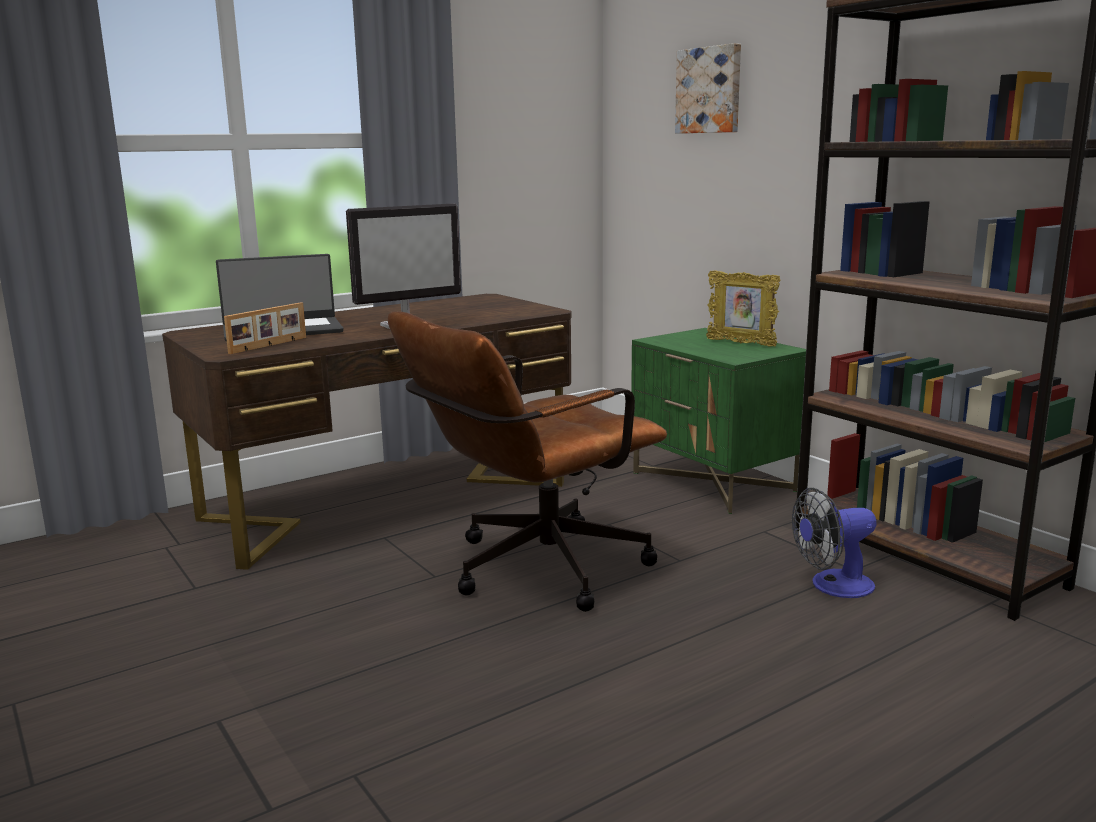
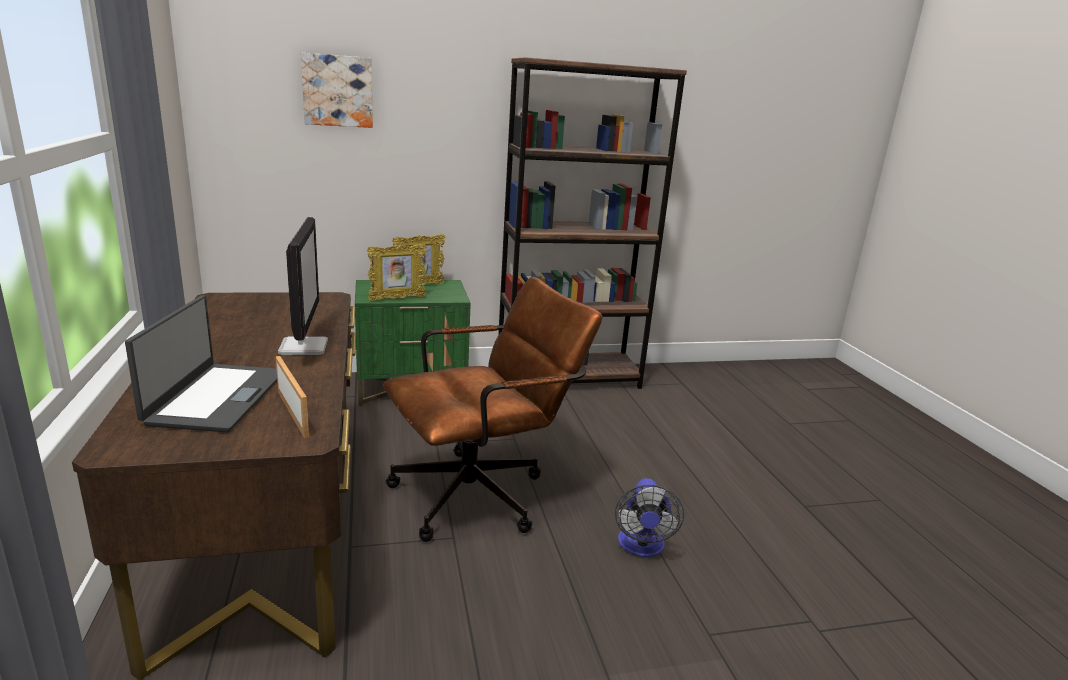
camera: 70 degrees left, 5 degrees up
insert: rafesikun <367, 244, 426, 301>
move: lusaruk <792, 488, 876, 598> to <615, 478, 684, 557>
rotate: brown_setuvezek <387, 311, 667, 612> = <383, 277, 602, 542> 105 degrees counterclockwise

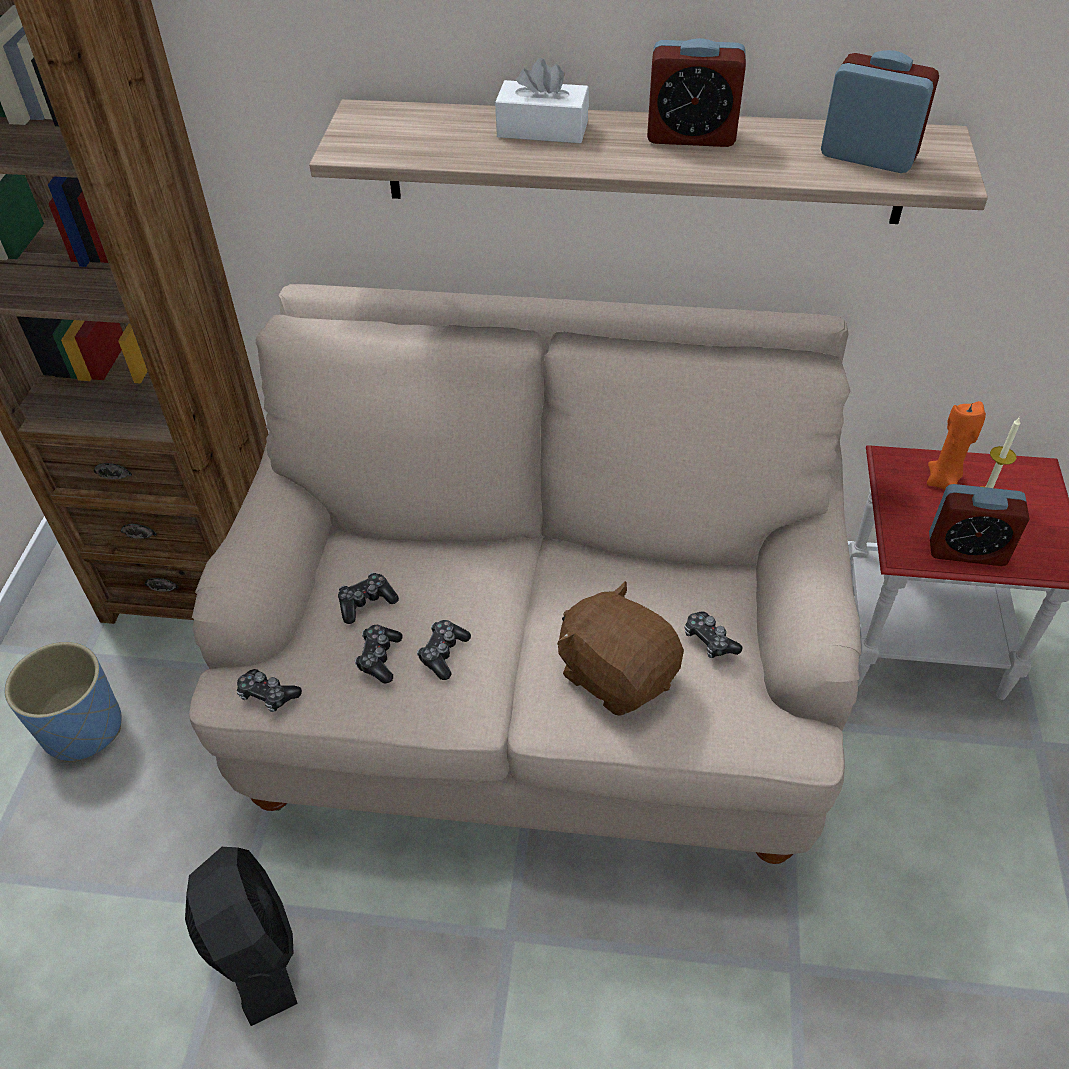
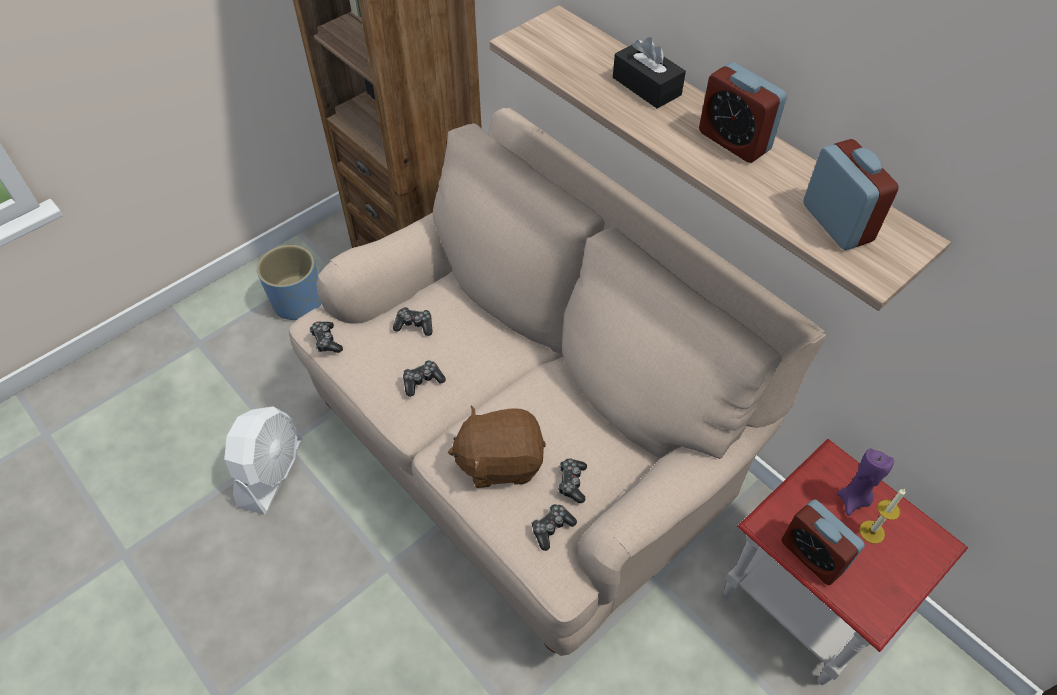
camera: 40 degrees right, 5 degrees up
move: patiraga <355, 625, 403, 683> to <532, 504, 577, 551>
recolor: black_lusaruk <185, 847, 298, 1026> to white_lusaruk <224, 406, 303, 515>; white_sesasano <495, 58, 589, 143> to black_sesasano <613, 37, 686, 108>; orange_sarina <927, 401, 986, 490> to purple_sarina <837, 448, 894, 516>
rotate: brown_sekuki <557, 581, 684, 716> = <448, 406, 546, 488> 90 degrees counterclockwise

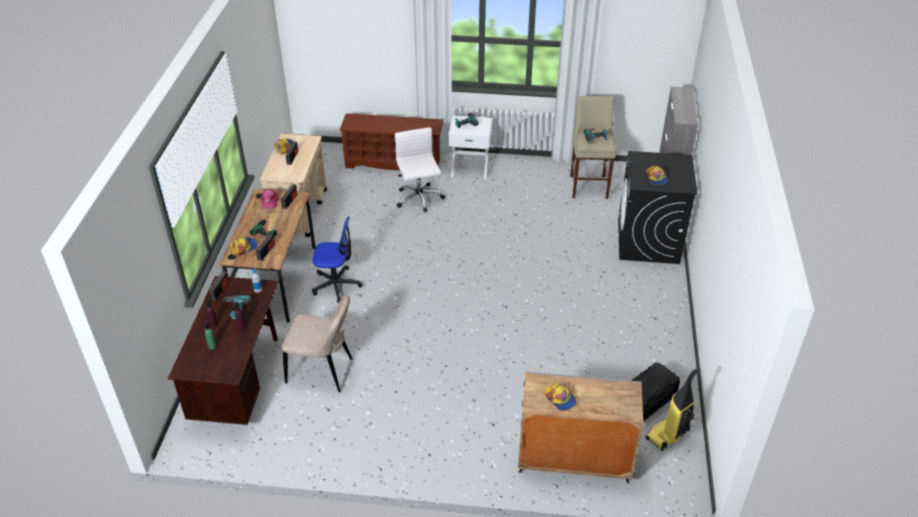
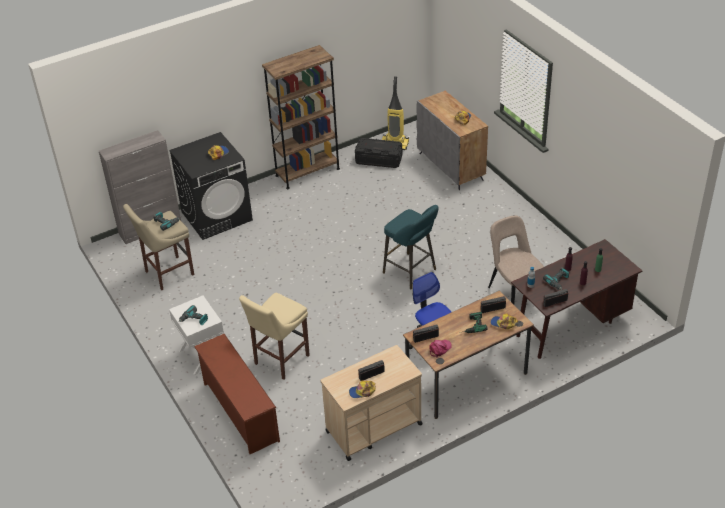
camera: 125 degrees left, 0 degrees up
insert: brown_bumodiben <262, 45, 340, 189>; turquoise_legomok <383, 205, 439, 289>
replace: white_setuvezek <395, 127, 445, 212> to beige_legomok <239, 293, 310, 380>

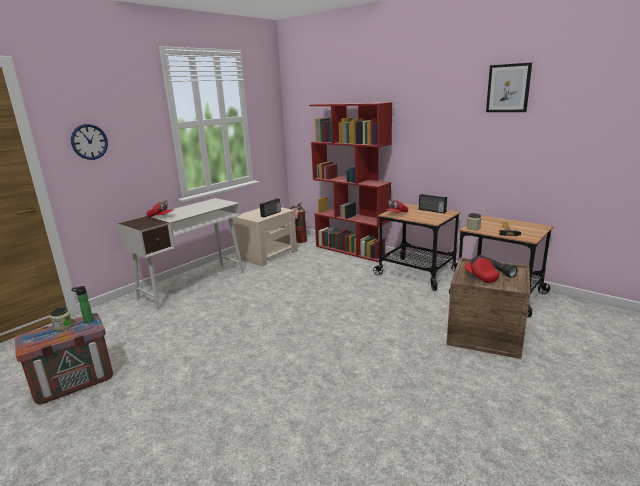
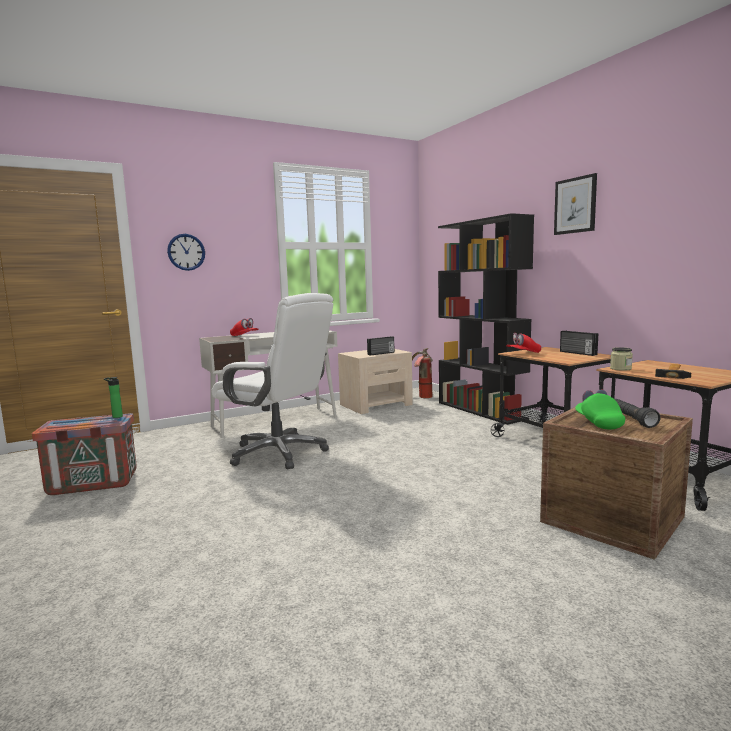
camera: 20 degrees right, 10 degrees down
delete: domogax <50, 307, 73, 331>
insert: white_setuvezek <212, 293, 333, 469>
move: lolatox <486, 63, 532, 112> to <554, 173, 597, 235>
recolor: red_bumodiben <309, 102, 392, 262> to black_bumodiben <438, 213, 534, 425>; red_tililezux <464, 255, 499, 283> to green_tililezux <575, 390, 625, 430>

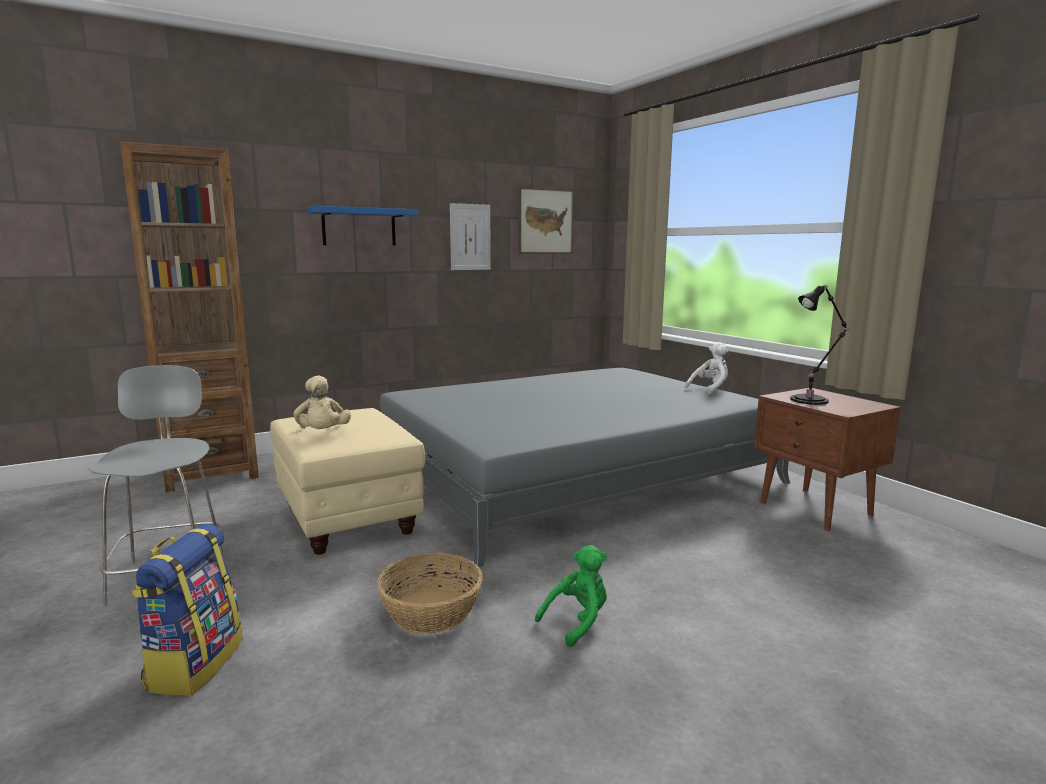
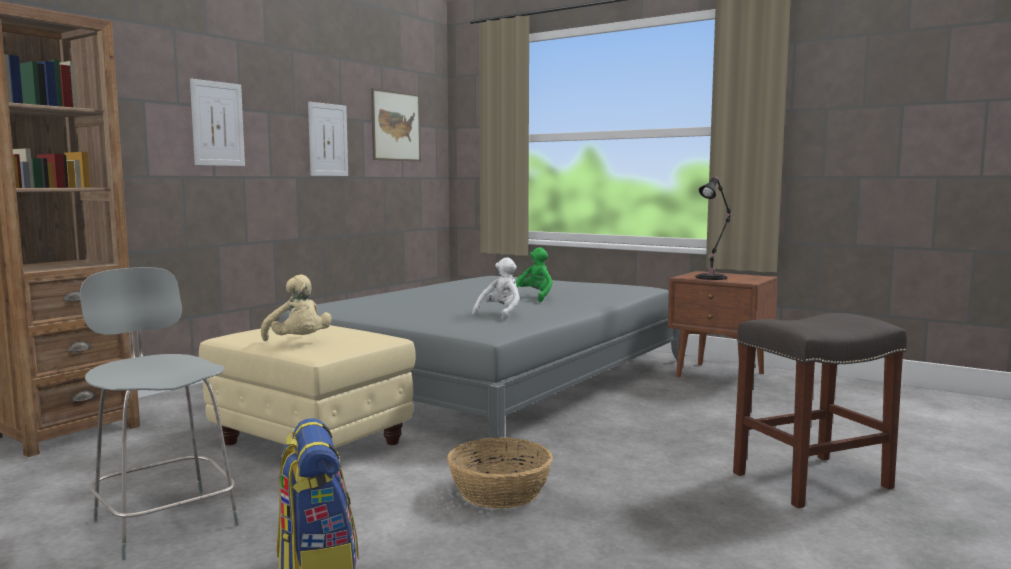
camera: 25 degrees left, 5 degrees down
insert: grey_legomok <733, 313, 907, 508>
move: green_sekuki <535, 545, 607, 647> to <516, 247, 553, 302>; white_sekuki <685, 342, 729, 395> to <472, 257, 520, 321>
replace: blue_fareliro <307, 206, 418, 246> to lolatox <190, 79, 245, 166>

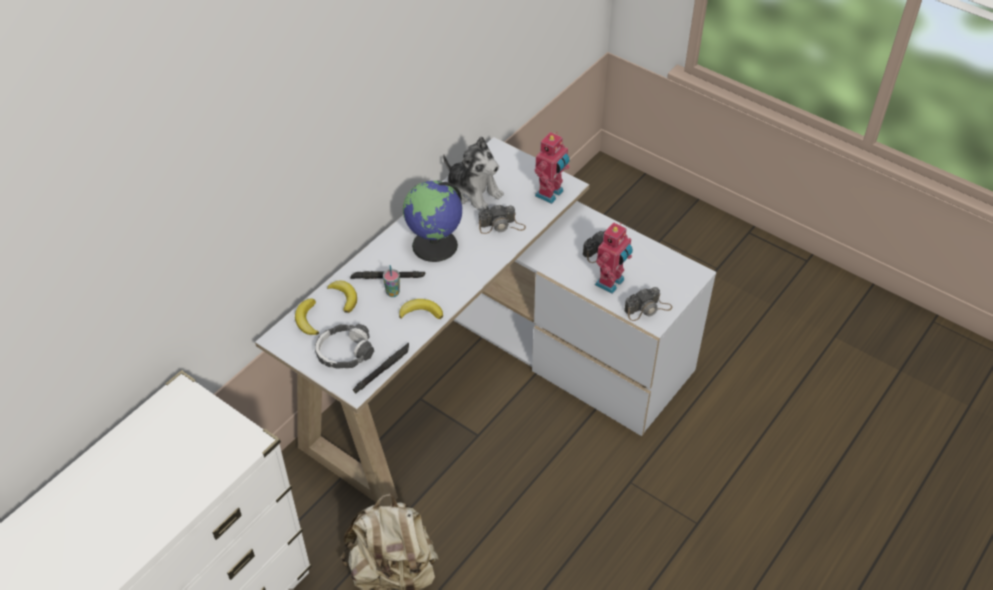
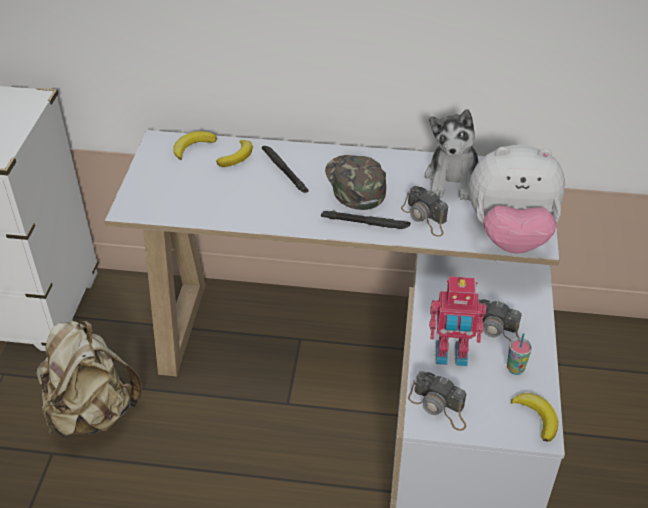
camera: 60 degrees right, 5 degrees down
delete: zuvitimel <315, 324, 374, 369>
move: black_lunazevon <353, 342, 409, 394> to <321, 211, 411, 229>; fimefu <383, 265, 400, 297> to <507, 333, 532, 375>; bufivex <399, 299, 443, 319> to <511, 393, 558, 442>
replace: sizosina <403, 180, 462, 262> to green_tililezux <325, 155, 386, 210>; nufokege <535, 132, 570, 204> to sekuki <469, 145, 565, 253>

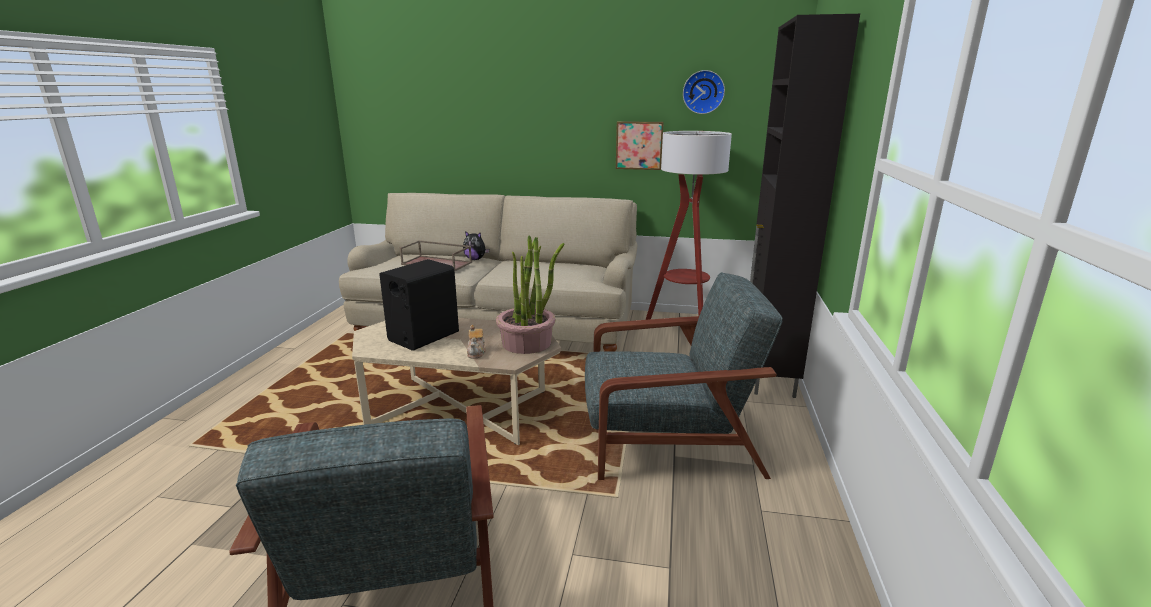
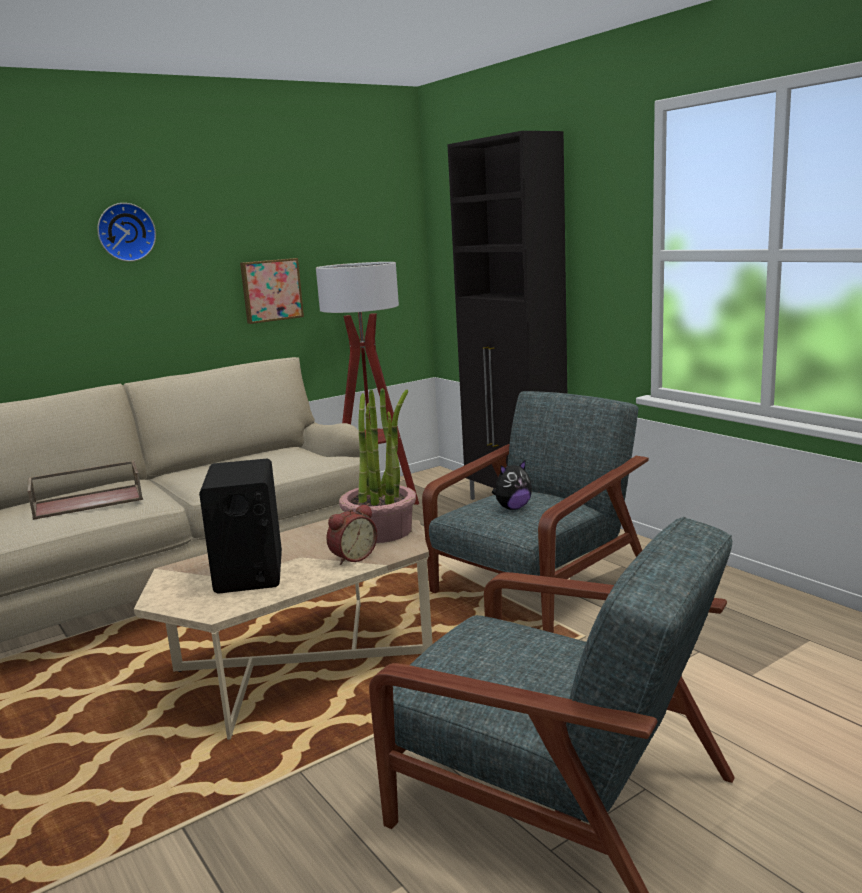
camera: 45 degrees left, 5 degrees down
move: sekuki <463, 231, 489, 260> to <492, 461, 532, 510>; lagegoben <683, 70, 725, 114> to <97, 203, 156, 262>
replace: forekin <467, 325, 486, 359> to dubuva <326, 504, 377, 565>

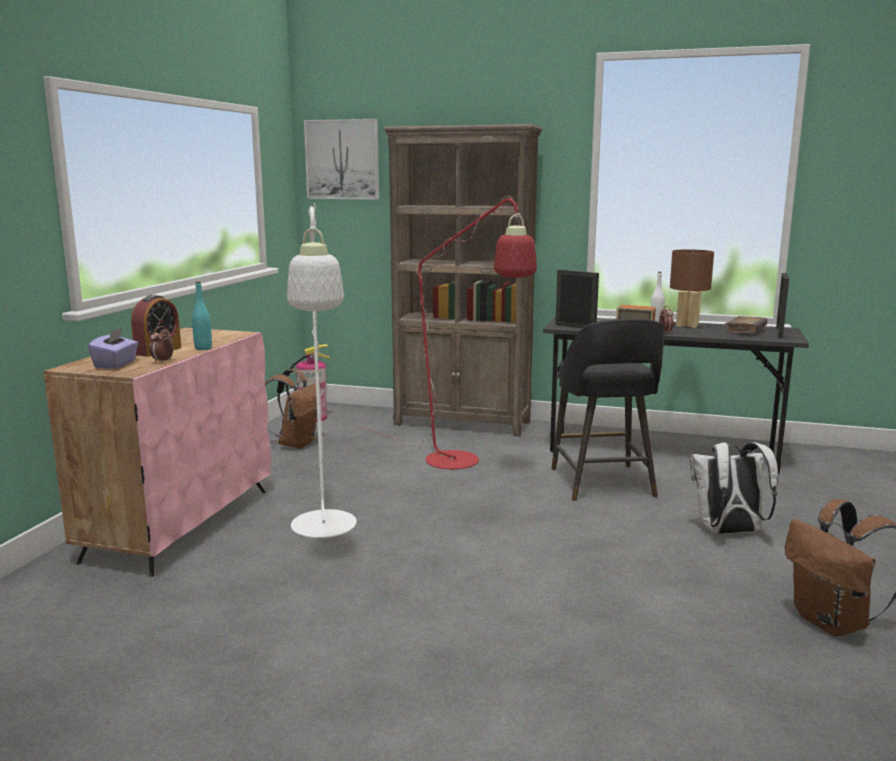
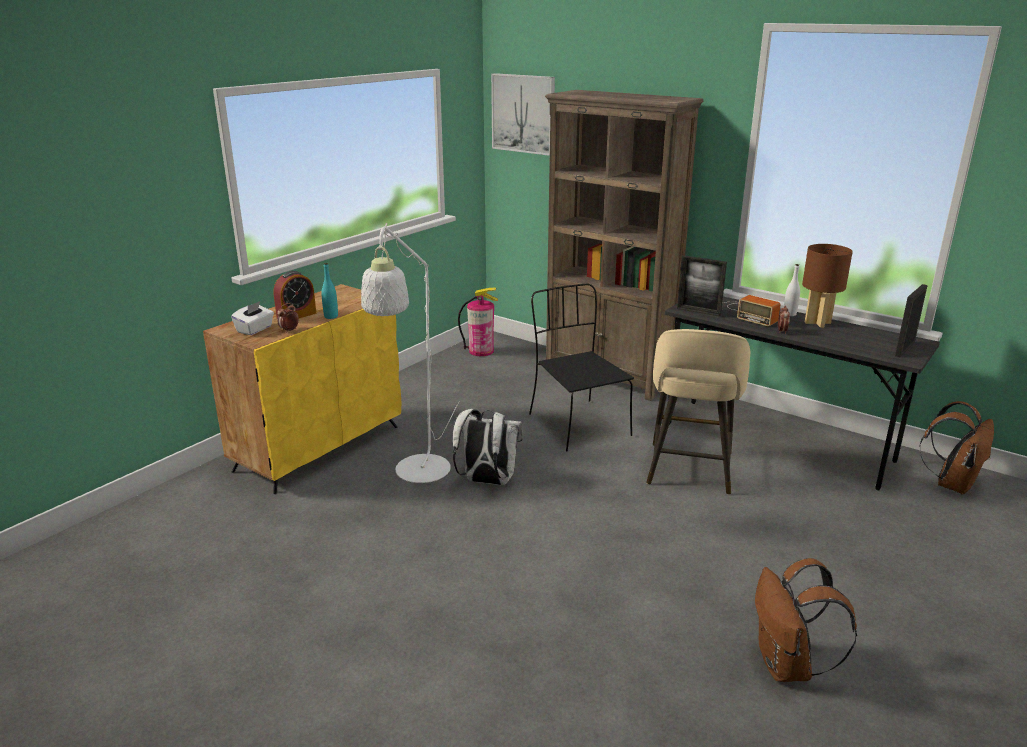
camera: 20 degrees right, 10 degrees up
delete: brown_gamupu <725, 316, 768, 334>
move: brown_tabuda <265, 369, 321, 449> to <919, 401, 994, 495>; white_tabuda <690, 442, 778, 534> to <452, 409, 523, 485>
replace: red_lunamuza <361, 196, 537, 469> to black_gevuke <529, 284, 634, 452>
recolor: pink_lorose <44, 328, 271, 577> to yellow_lorose <203, 284, 401, 494>; purple_sesasano <88, 327, 138, 368> to white_sesasano <231, 301, 274, 335>; black_legomok <551, 319, 664, 501> to beige_legomok <646, 329, 750, 495>
rotate: rafesikun <555, 269, 599, 329> = <677, 255, 727, 316> 150 degrees clockwise

